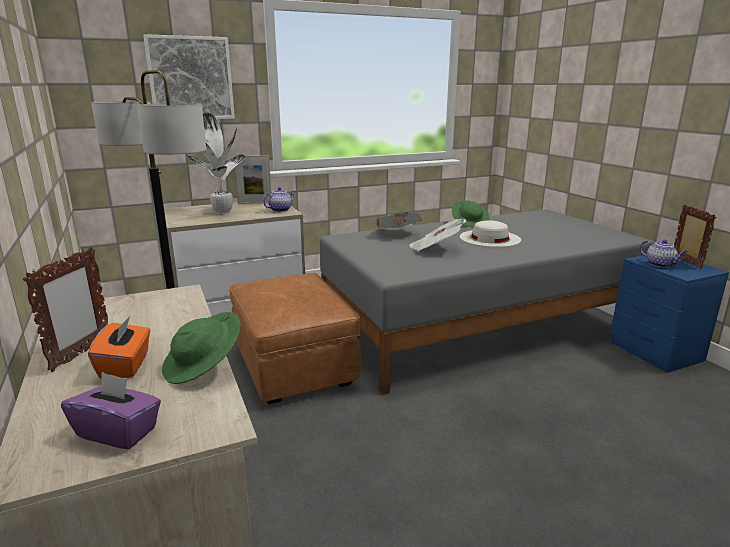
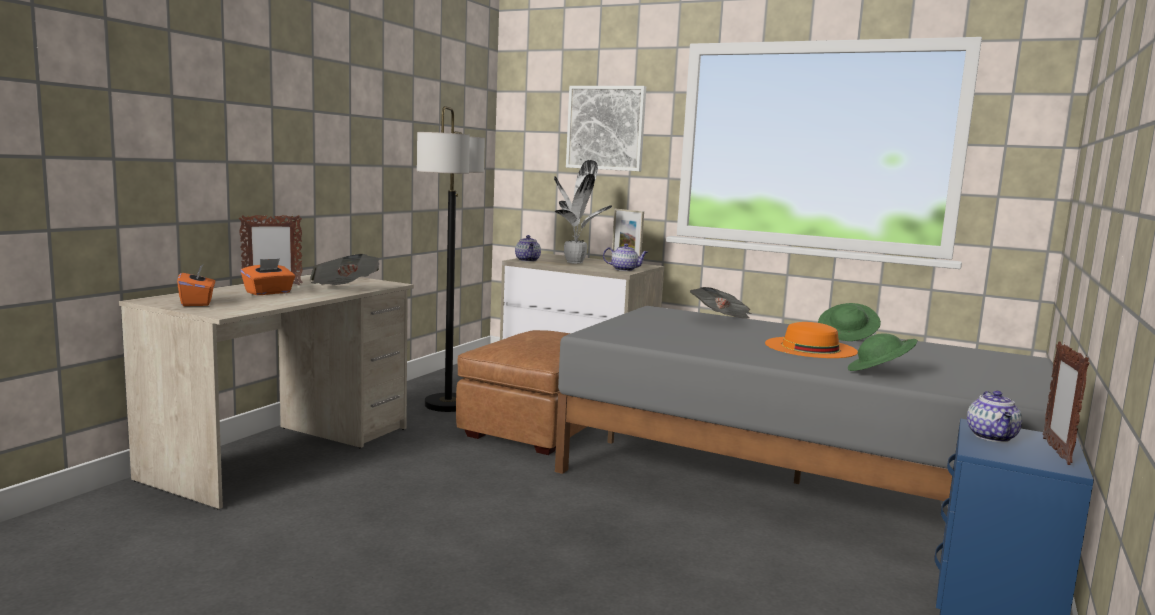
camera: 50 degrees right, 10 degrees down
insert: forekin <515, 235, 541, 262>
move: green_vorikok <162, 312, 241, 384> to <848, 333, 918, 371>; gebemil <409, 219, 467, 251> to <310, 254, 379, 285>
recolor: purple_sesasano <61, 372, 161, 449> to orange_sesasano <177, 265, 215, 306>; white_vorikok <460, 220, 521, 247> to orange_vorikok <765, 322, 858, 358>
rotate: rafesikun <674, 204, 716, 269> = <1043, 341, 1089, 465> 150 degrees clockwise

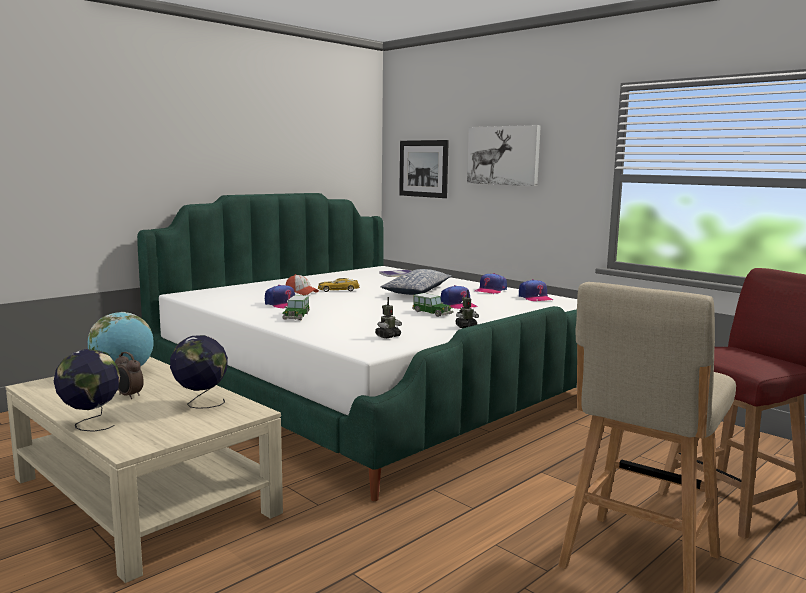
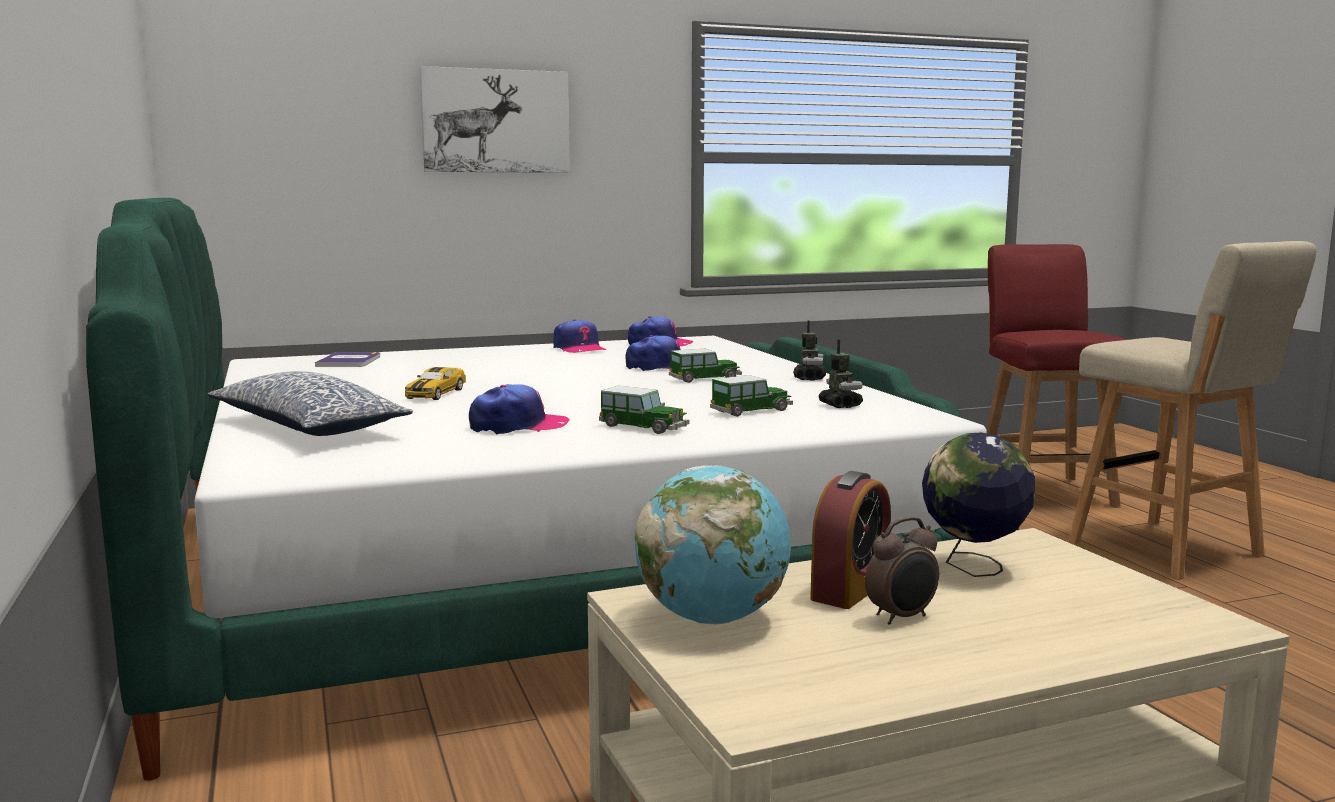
camera: 65 degrees left, 0 degrees up
delete: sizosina <54, 349, 120, 432>; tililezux <286, 274, 319, 295>; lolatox <399, 140, 449, 198>
insert: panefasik <710, 375, 793, 417>; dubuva <810, 471, 891, 609>
move: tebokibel <381, 269, 452, 295> to <207, 371, 413, 436>

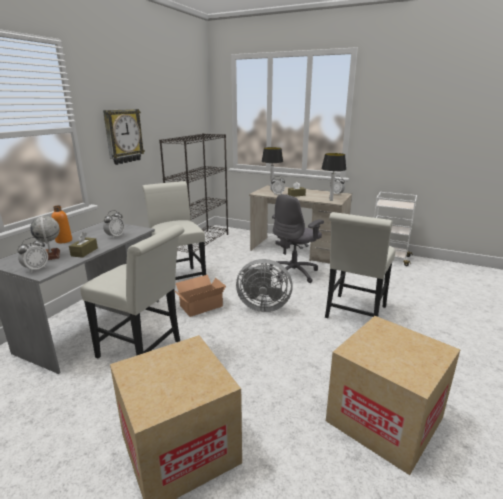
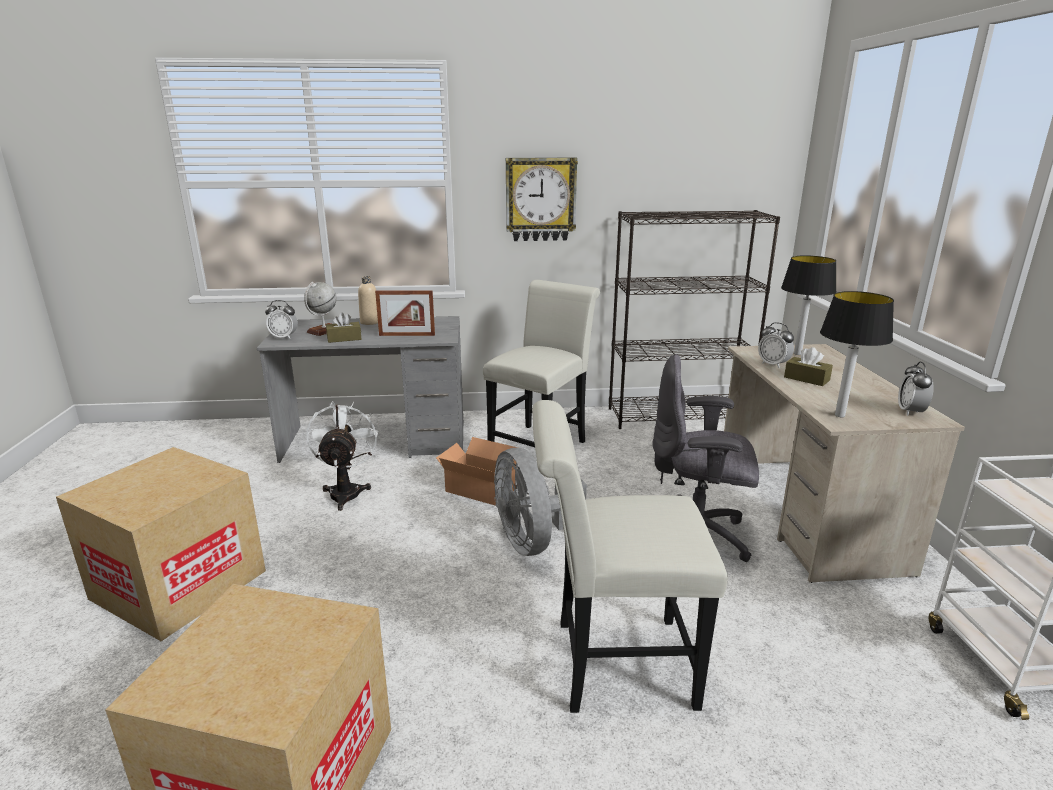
camera: 60 degrees right, 0 degrees up
replace: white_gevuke <80, 225, 184, 358> to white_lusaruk <306, 401, 378, 511>; dubuva <103, 210, 125, 239> to rafesikun <375, 290, 435, 336>
recolor: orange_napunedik <51, 205, 72, 243> to beige_napunedik <358, 276, 378, 325>

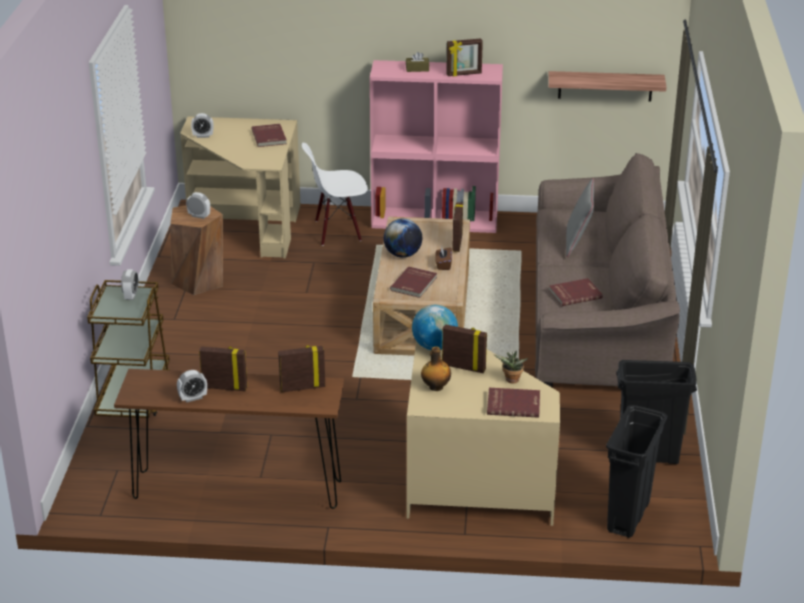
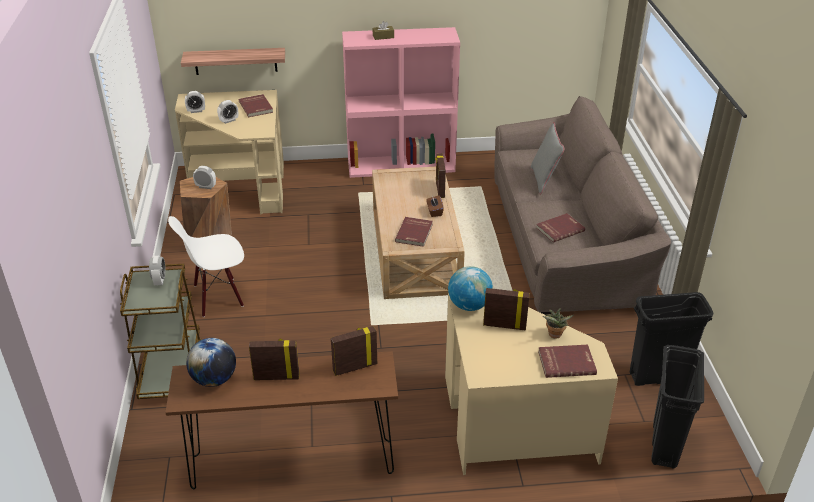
camera: 10 degrees left, 5 degrees up
delete: napunedik <421, 347, 451, 391>; rafesikun <446, 38, 483, 76>
move: dubuva <177, 370, 207, 403> to <217, 100, 238, 124>; white_gevuke <302, 143, 368, 246> to <168, 216, 244, 317>; sizosina <384, 219, 422, 258> to <186, 338, 236, 387>; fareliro <548, 71, 666, 102> to <181, 48, 285, 75>

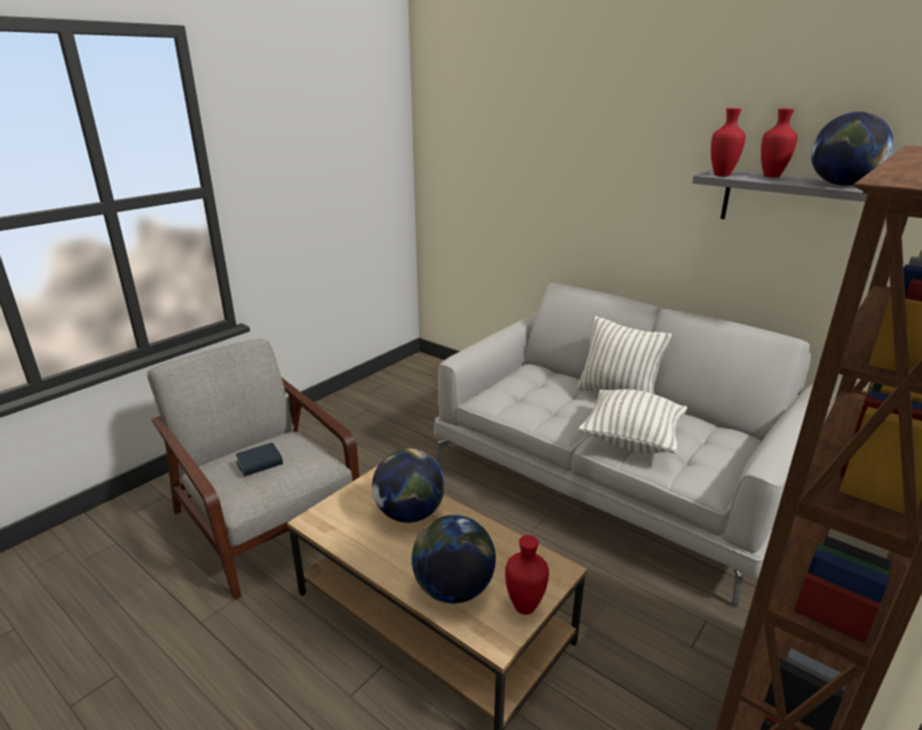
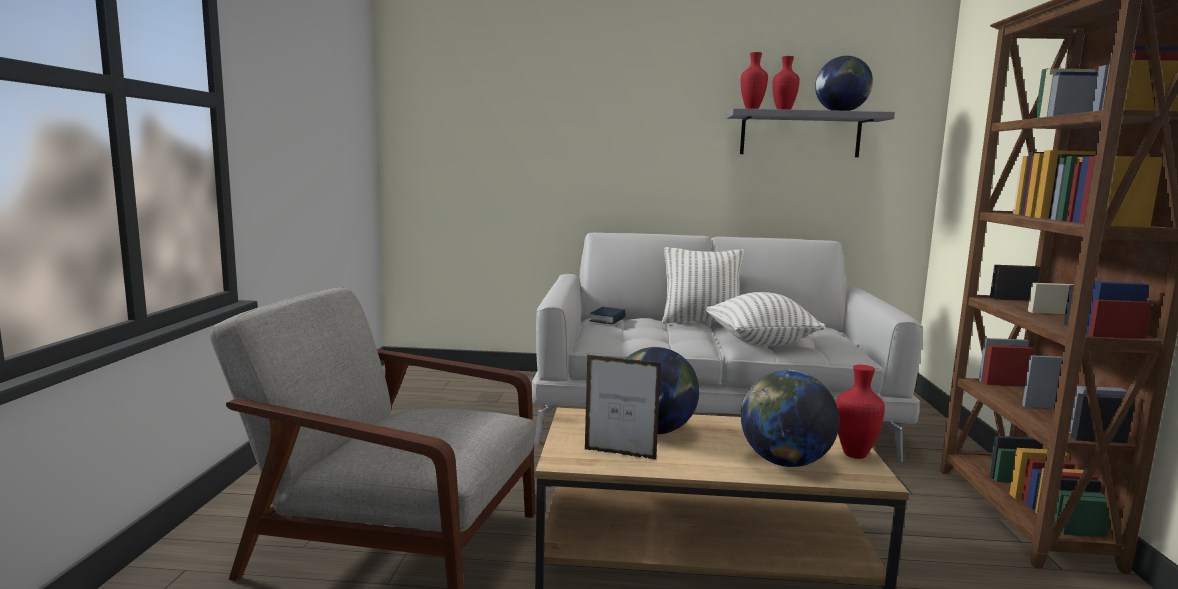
camera: 35 degrees left, 15 degrees down
insert: rafesikun <585, 355, 661, 460>
move: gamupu <236, 442, 283, 476> to <589, 307, 626, 325>

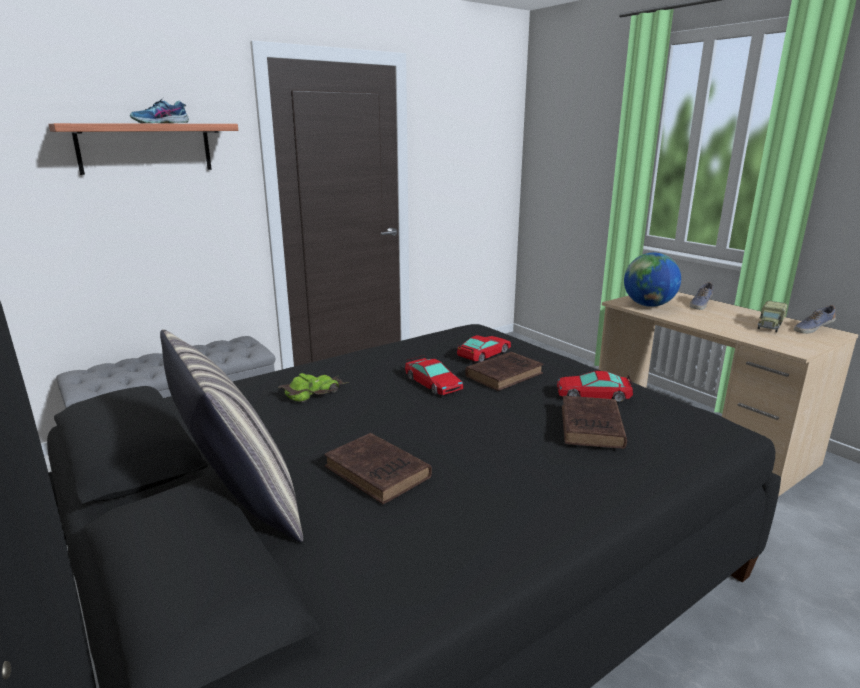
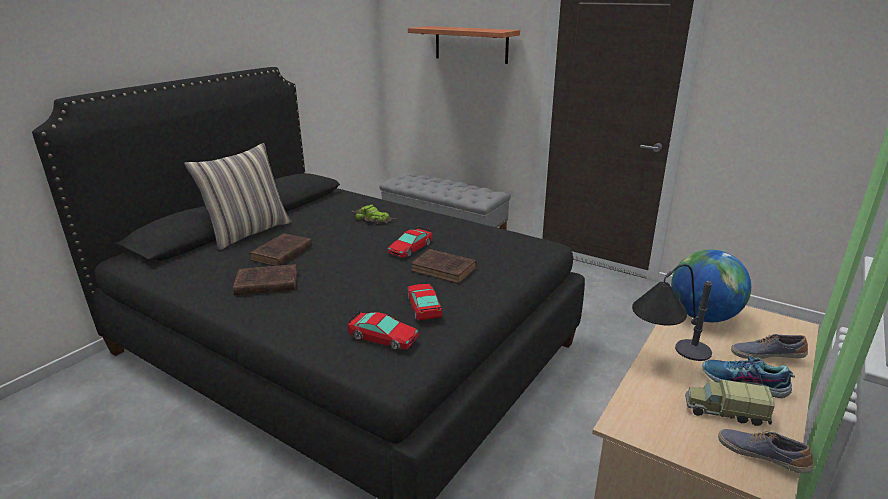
camera: 70 degrees right, 5 degrees up
insert: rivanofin <632, 264, 712, 361>
move: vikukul <130, 97, 189, 123> to <702, 356, 795, 398>; panefasik <457, 335, 511, 362> to <348, 310, 419, 350>; brown_gamupu <562, 396, 627, 449> to <233, 264, 297, 295>

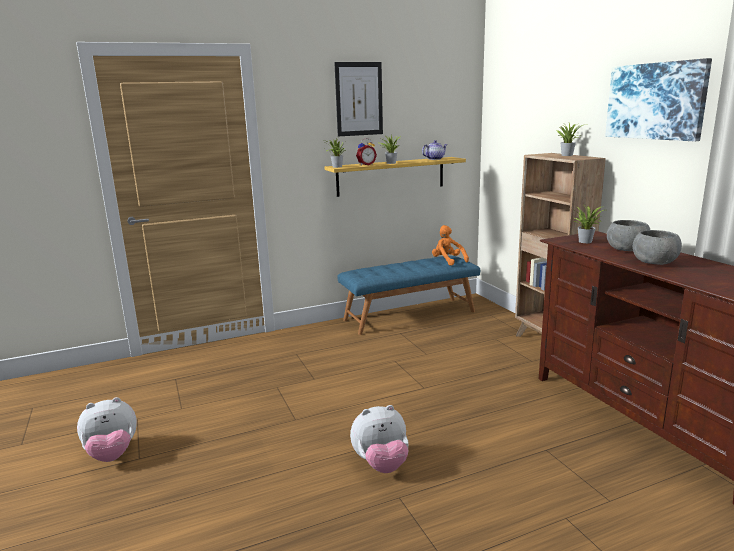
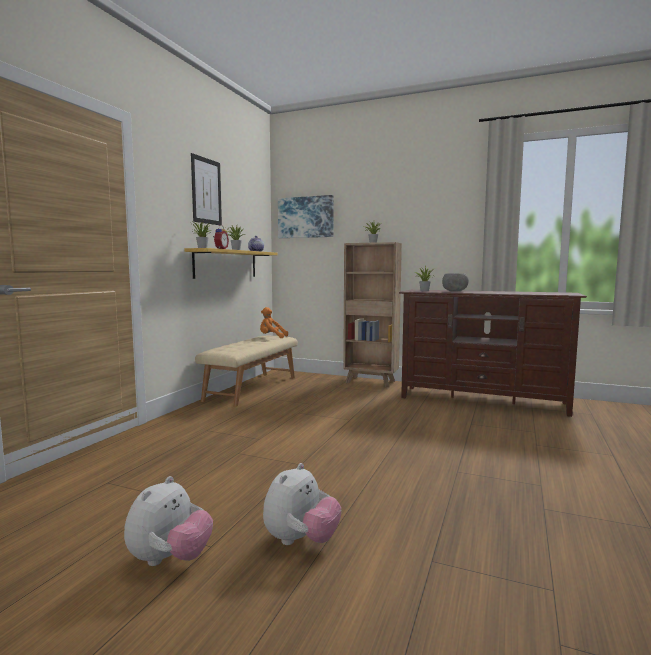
camera: 45 degrees left, 10 degrees down
delete: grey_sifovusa <633, 230, 682, 265>
move: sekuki <350, 405, 409, 473> to <263, 463, 341, 545>; lolatox <605, 58, 712, 141> to <278, 195, 334, 238>
recolor: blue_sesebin <338, 256, 480, 335> to beige_sesebin <195, 336, 298, 407>

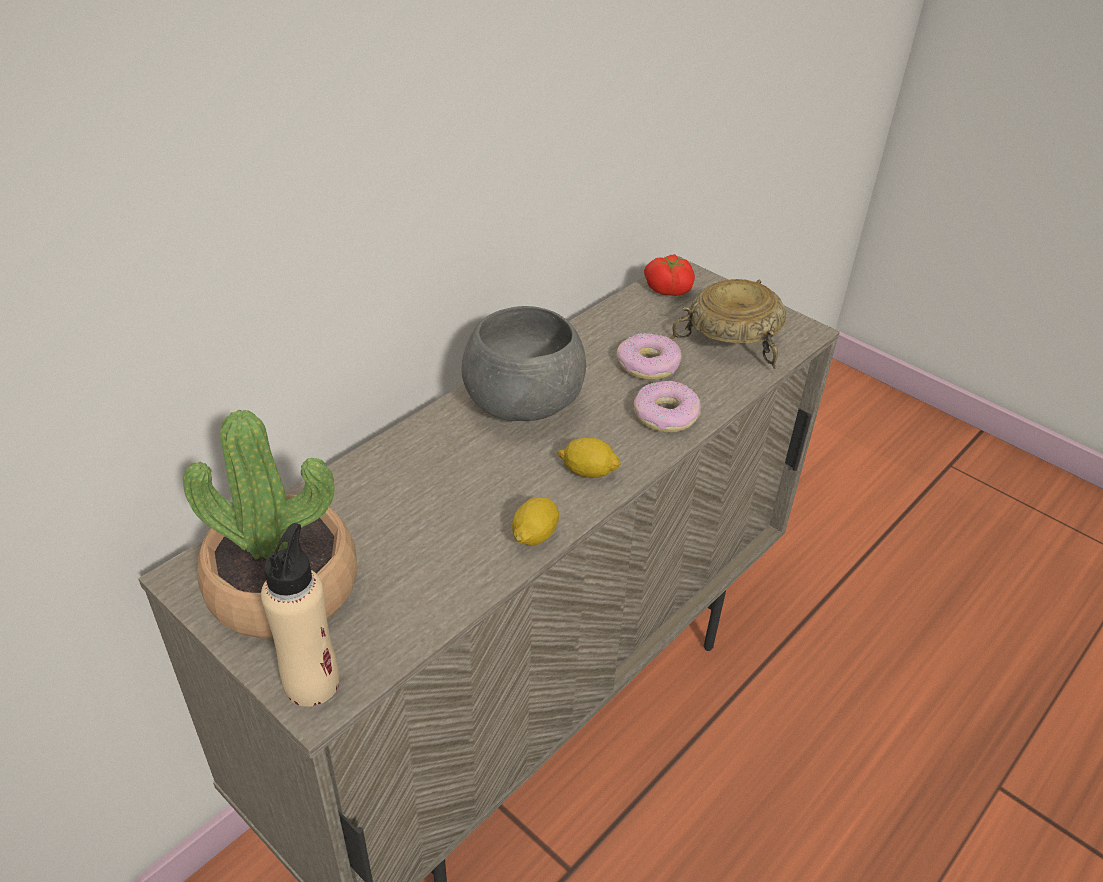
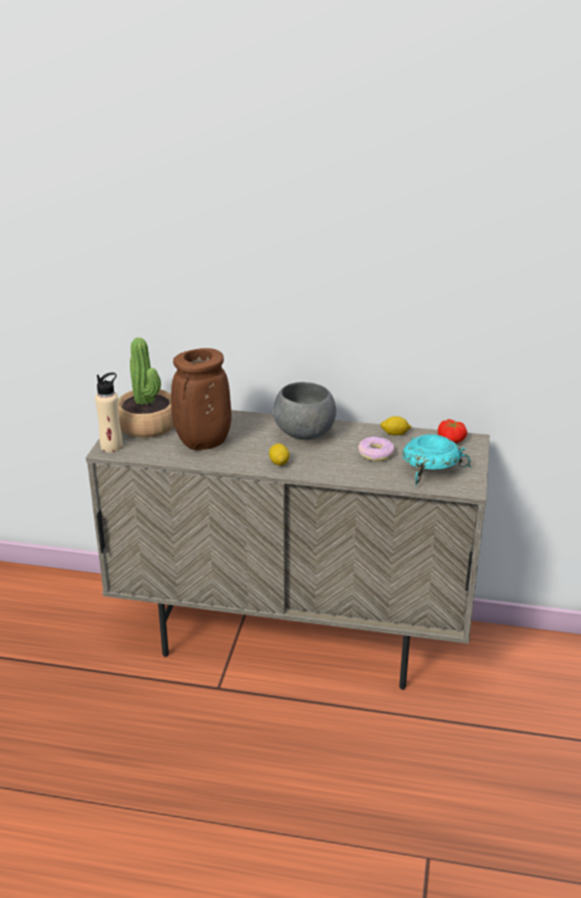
camera: 60 degrees right, 10 degrees down
delete: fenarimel <634, 380, 701, 433>
insert: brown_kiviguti <171, 348, 232, 450>
move: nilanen <512, 497, 559, 546> to <380, 416, 412, 435>
recolor: beige_sifovusa <670, 279, 786, 369> to turquoise_sifovusa <402, 434, 471, 486>

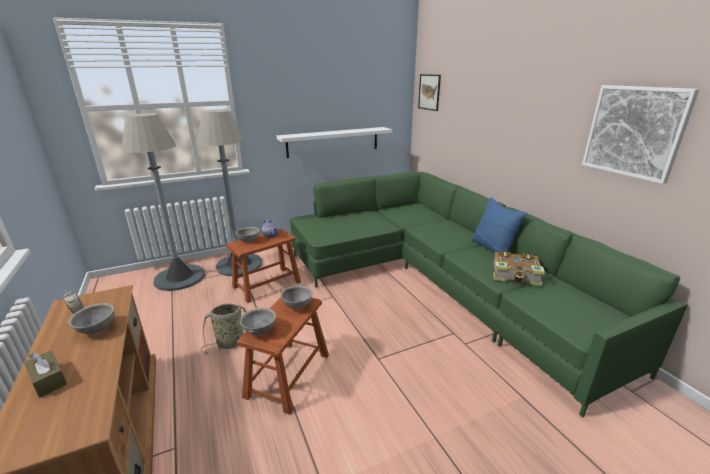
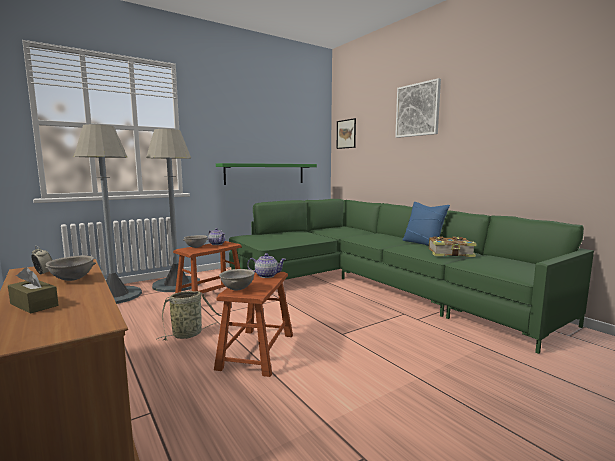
camera: 10 degrees left, 15 degrees down
move: lolatox <582, 85, 699, 184> to <395, 78, 441, 138>
replace: grey_sifovusa <281, 285, 313, 309> to forekin <247, 253, 286, 278>
recolor: white_fareliro <276, 127, 392, 158> to green_fareliro <216, 163, 317, 185>

